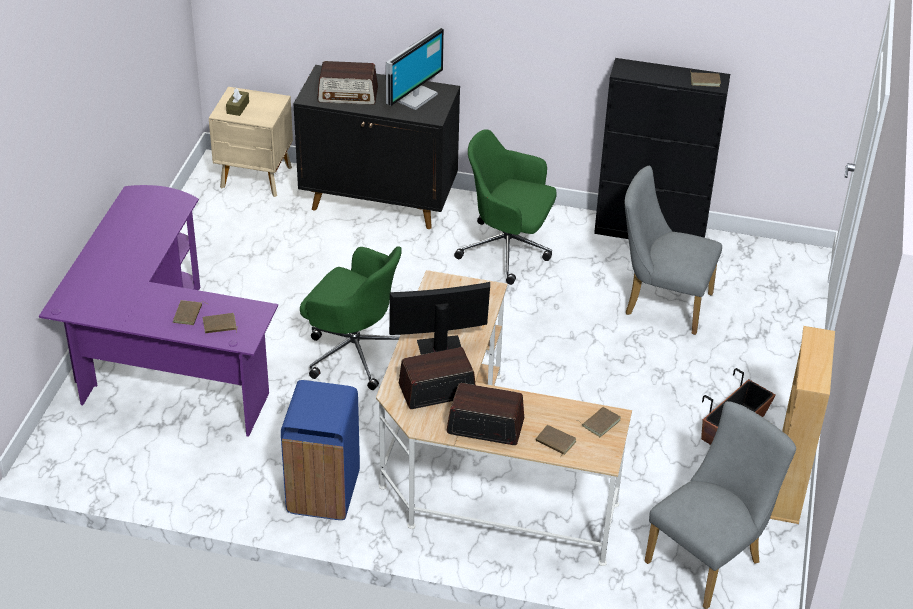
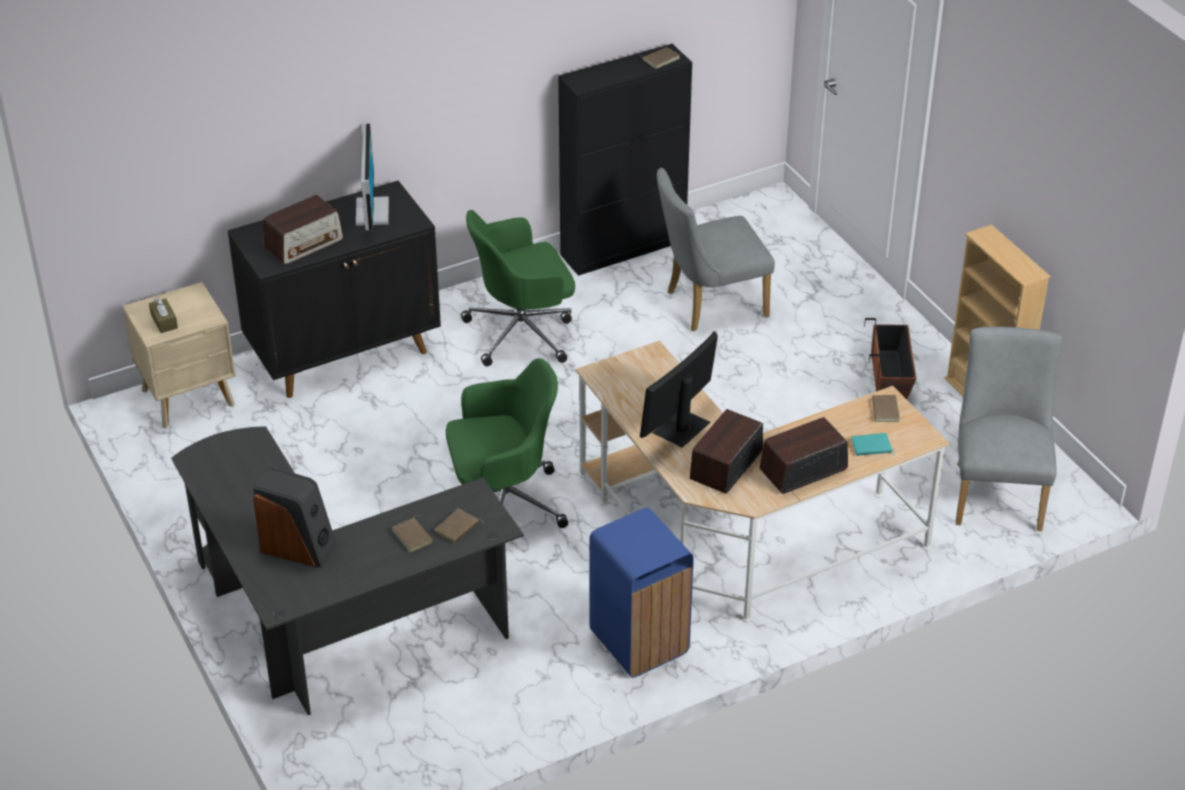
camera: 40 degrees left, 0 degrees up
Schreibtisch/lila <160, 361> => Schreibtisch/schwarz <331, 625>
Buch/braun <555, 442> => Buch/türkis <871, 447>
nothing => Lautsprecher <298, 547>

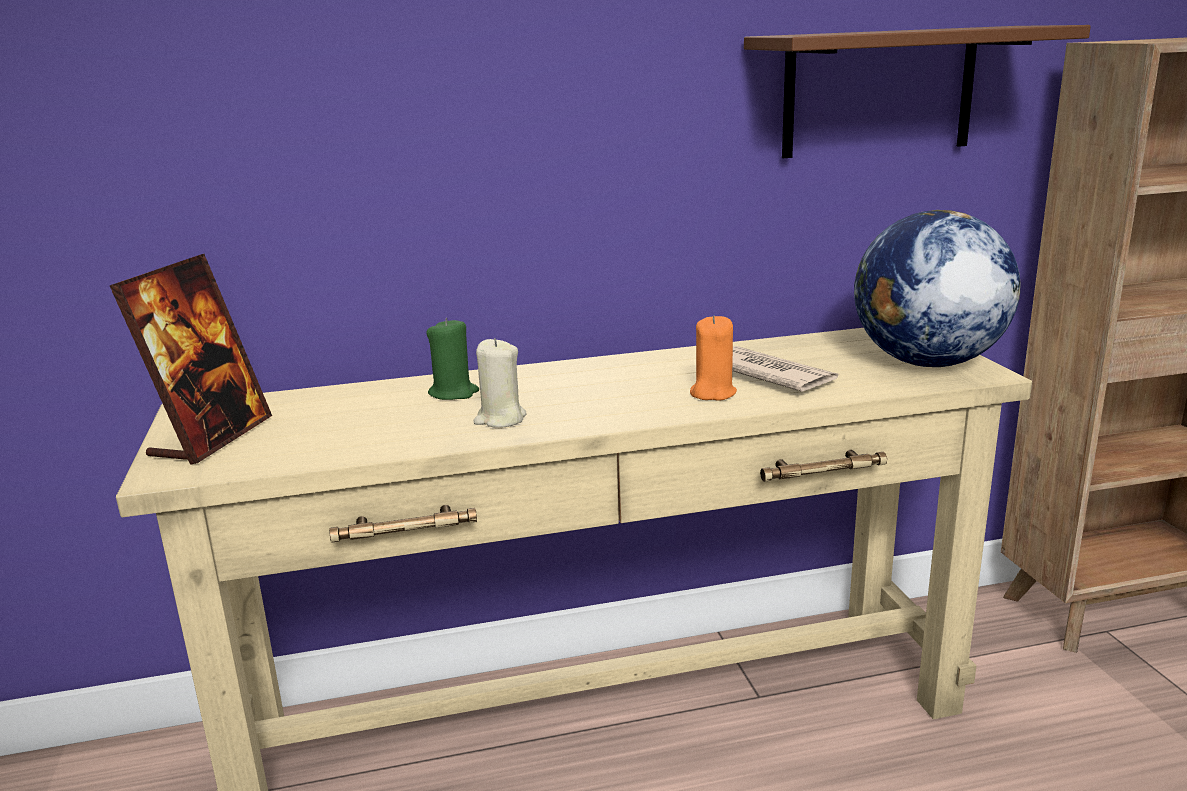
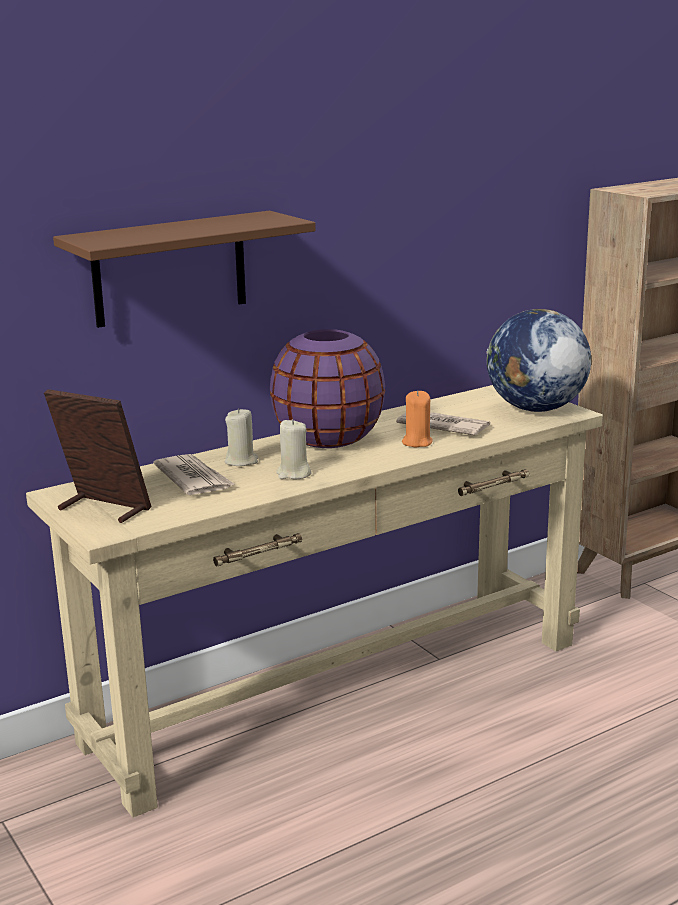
camera: 20 degrees left, 0 degrees up
Bilderrahmen <211, 437> => Bilderrahmen <103, 509>, 60 degrees counterclockwise
Kerze/grün <453, 393> => Kerze/beige <241, 461>
Wandregal/braun <879, 92> => Wandregal/braun <170, 269>, relocated
nothing => Zeitung <194, 479>
nothing => Vase/lila <328, 439>

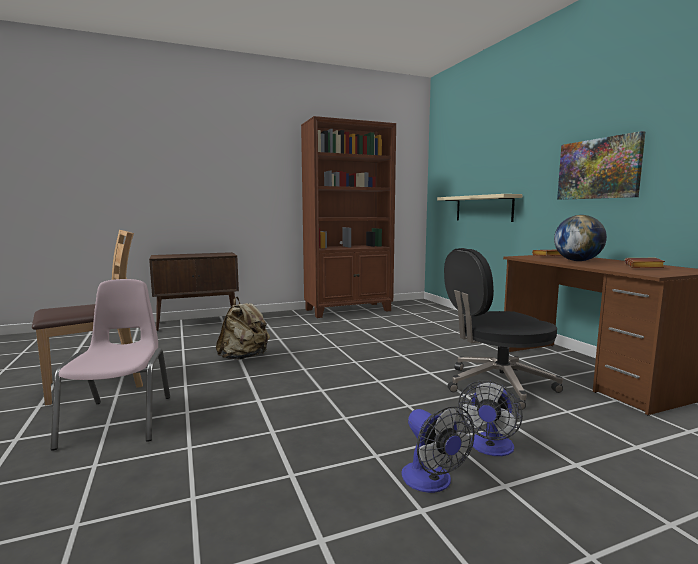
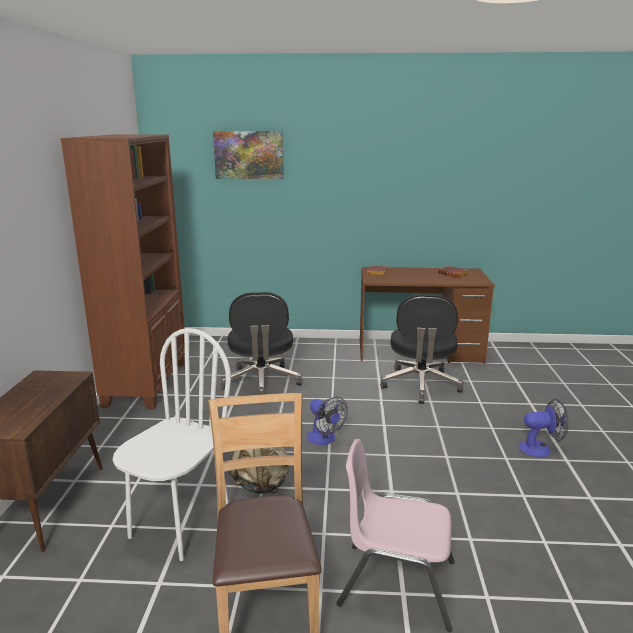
camera: 65 degrees left, 10 degrees up
Wandregal/beige <483, 208> => nothing
Ventilator <490, 448> => Ventilator <324, 439>, relocated
Globus <577, 261> => nothing
Bild <598, 169> => Bild <249, 155>, relocated
nothing => Stuhl/weiß <179, 525>
nothing => Bürostuhl/schwarz <261, 382>

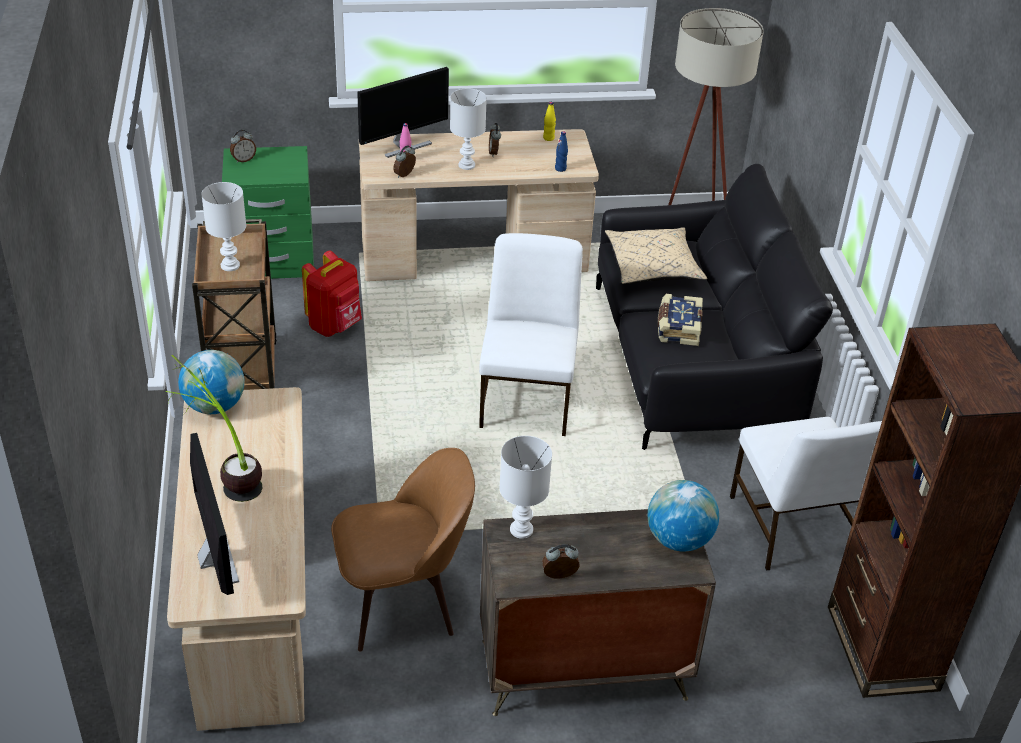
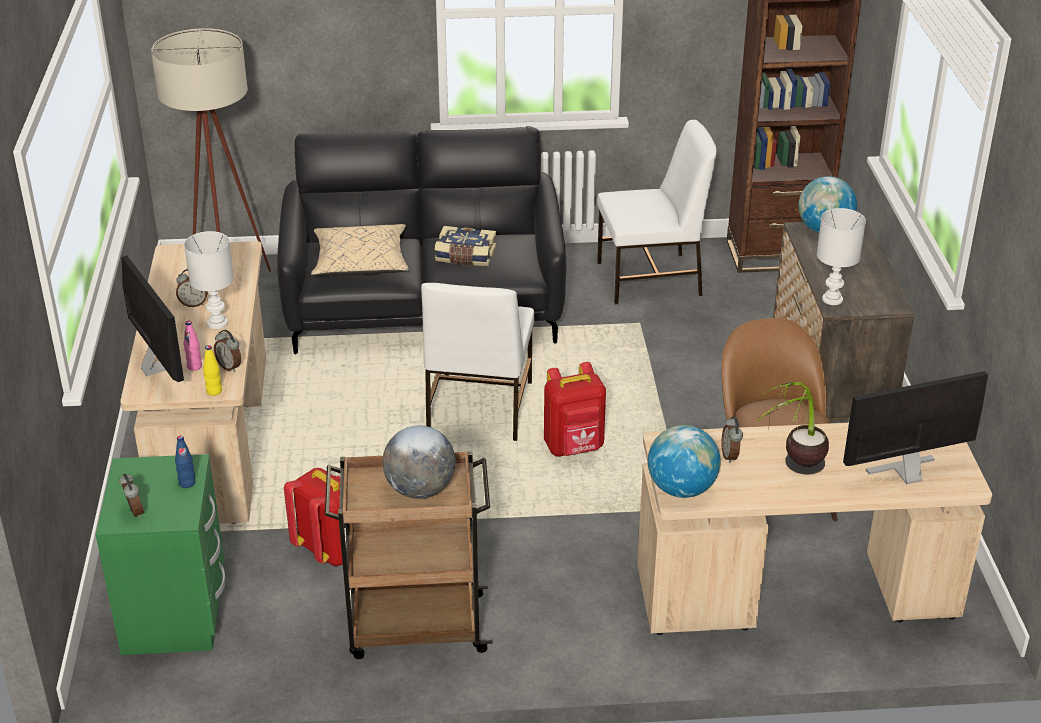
camera: 85 degrees left, 5 degrees down
Tischlampe/weiß <230, 265> => Globus <420, 490>
Stuhl/weiß <528, 399> => Stuhl/weiß <478, 409>, 90 degrees counterclockwise
Wecker <559, 577> => Wecker <730, 456>, relocated
Flasche/gelb <548, 138> => Flasche/gelb <214, 391>, relocated
Flasche/blau <560, 169> => Flasche/blau <187, 483>, relocated
nothing => Rucksack/rot <574, 448>

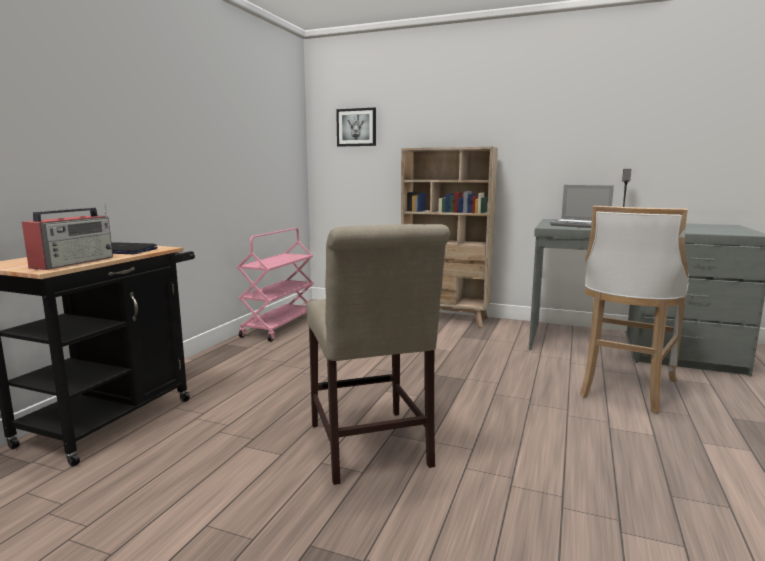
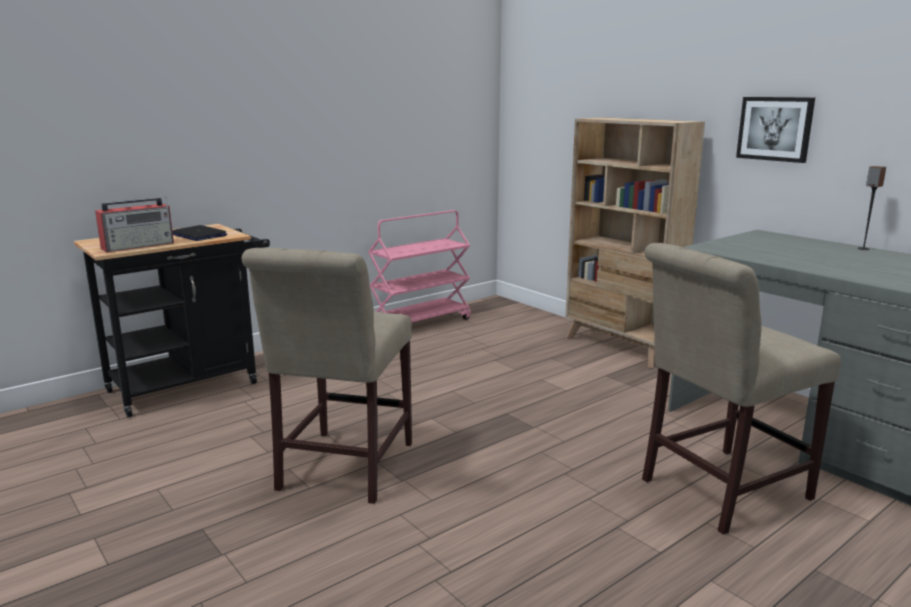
camera: 30 degrees right, 5 degrees up
Bild <356, 127> => Bild <775, 128>, relocated
Laptop <581, 225> => nothing
Hocker/weiß <623, 389> => Stuhl/beige <717, 490>

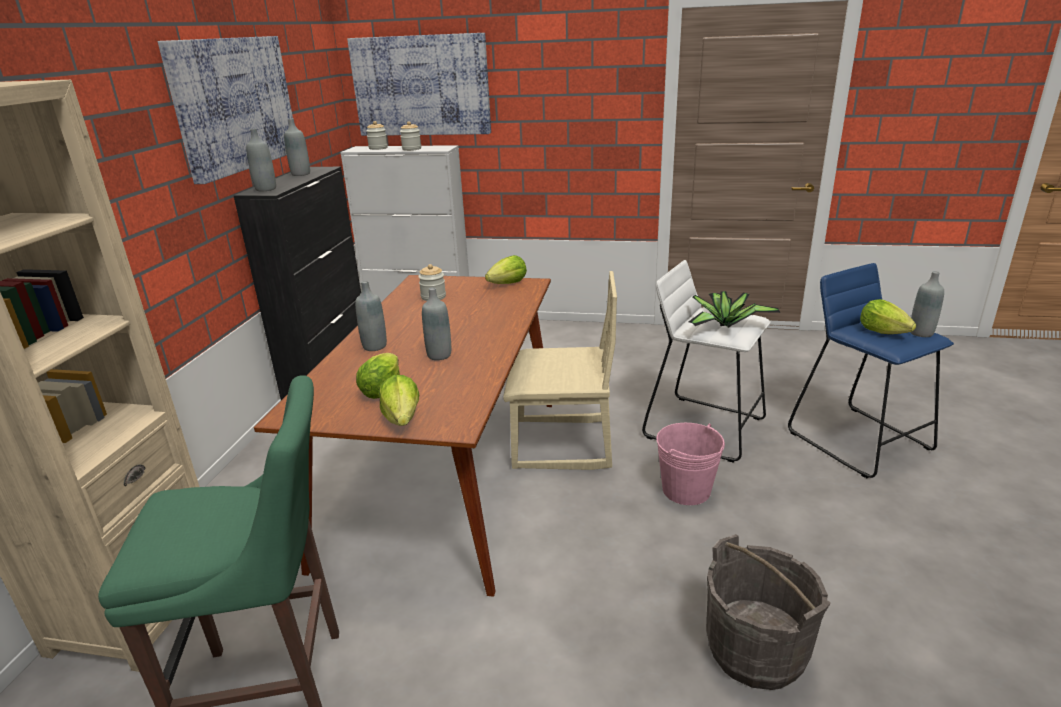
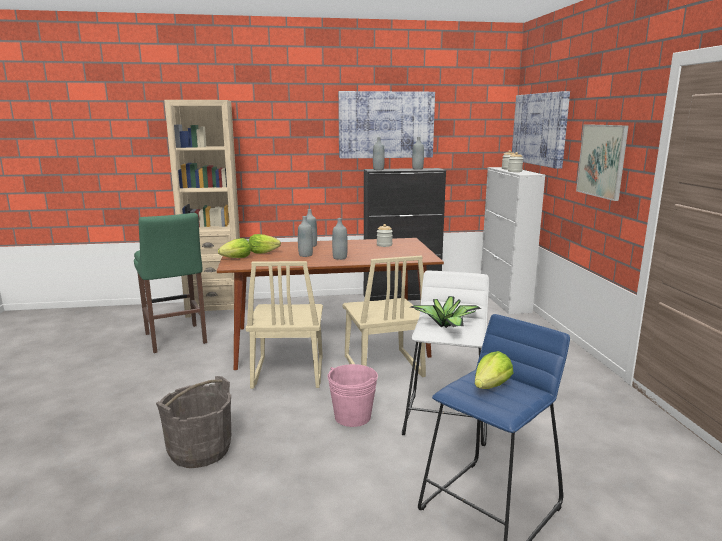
camera: 70 degrees right, 10 degrees down
Salatkopf <508, 284> => nothing
Flasche/grau <921, 333> => Flasche/grau <340, 258>, relocated
nothing => Stuhl/beige <287, 373>
nothing => Bild <602, 161>

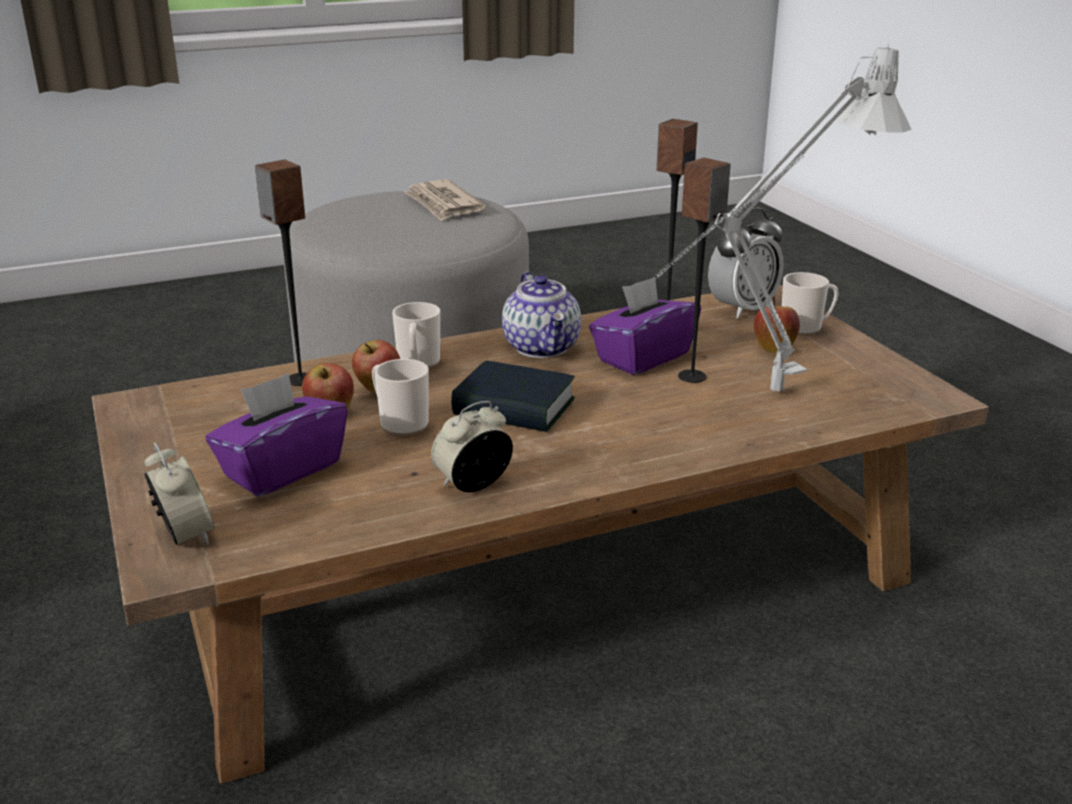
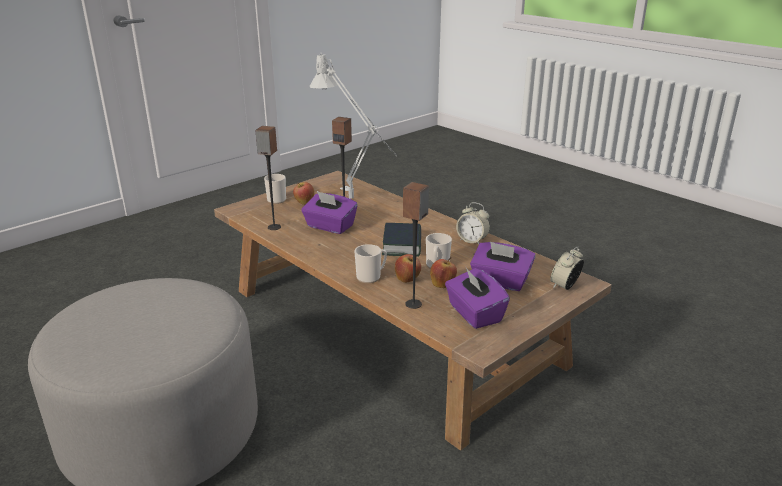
camera: 110 degrees left, 0 degrees up
Zeitung <443, 204> => nothing
Teekanne <543, 347> => nothing
Wecker <742, 309> => nothing
nothing => Taschentuchbox/lila <474, 314>

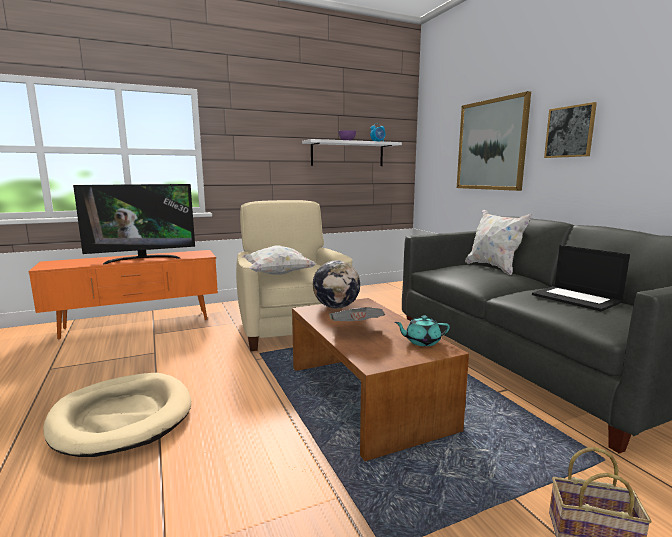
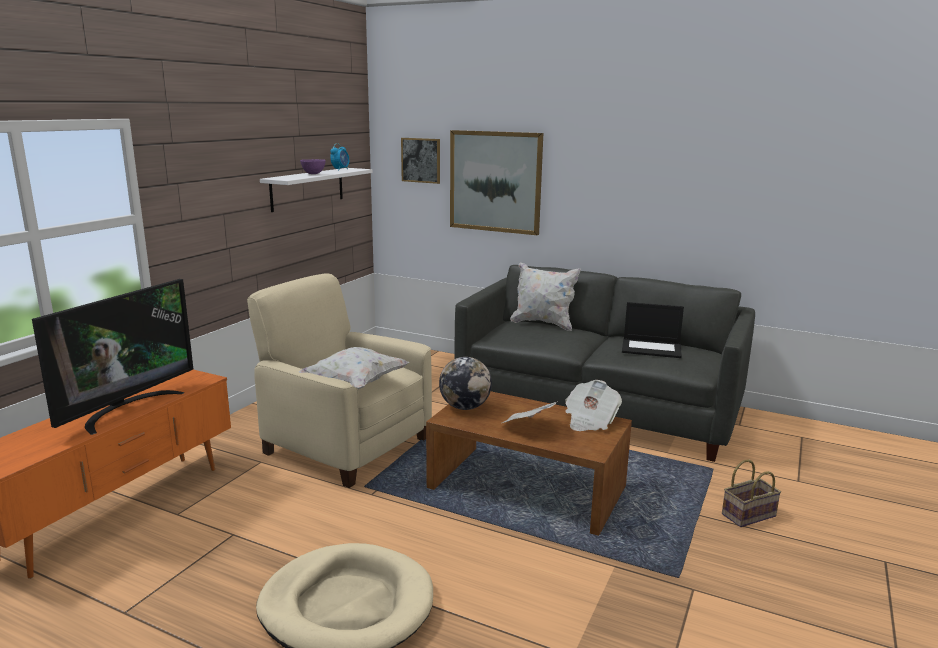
camera: 40 degrees left, 5 degrees up
Teekanne/türkis <421, 342> => Zeitung <590, 420>
Bild <570, 131> => Bild <421, 160>, relocated

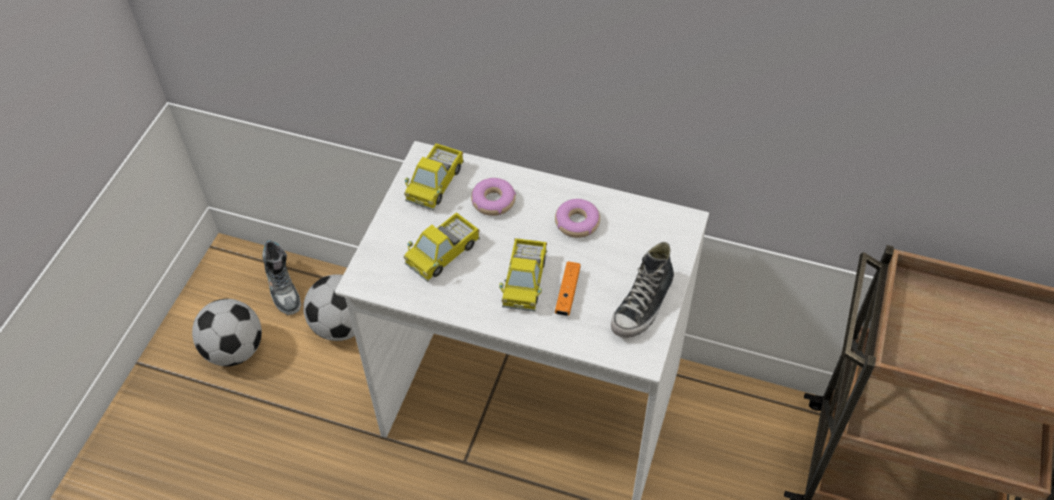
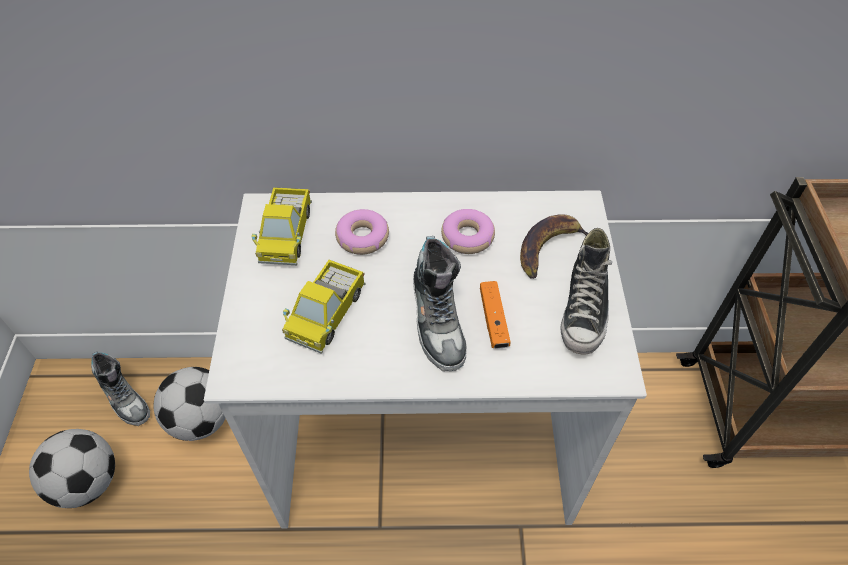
camera: 20 degrees left, 0 degrees up
Spielzeuglaster <525, 281> => Schuh <438, 320>
nothing => Banane <549, 248>

